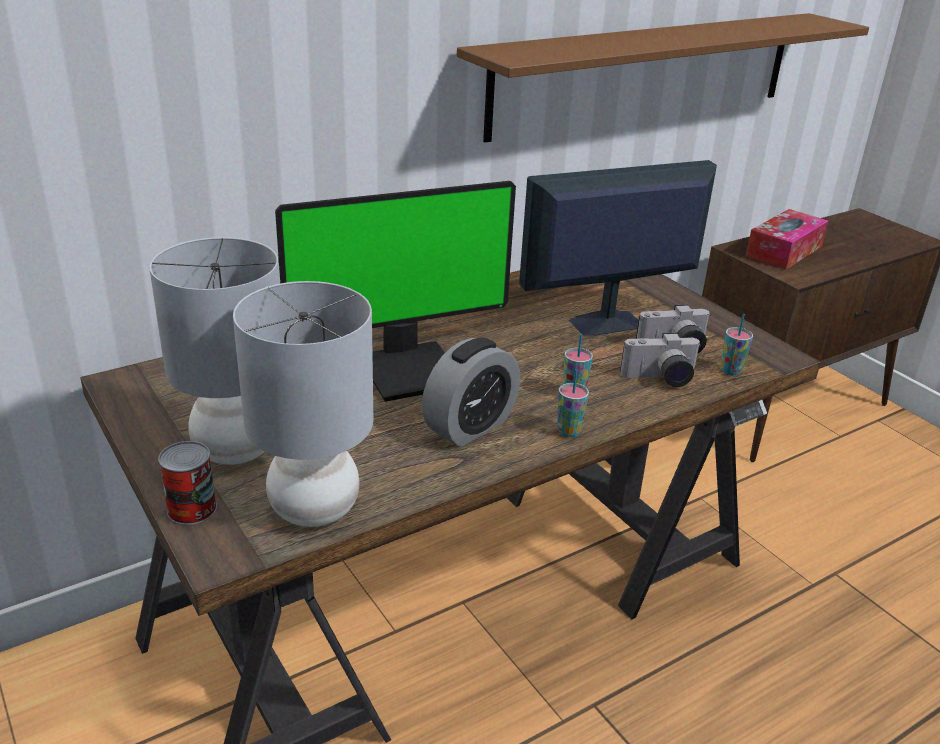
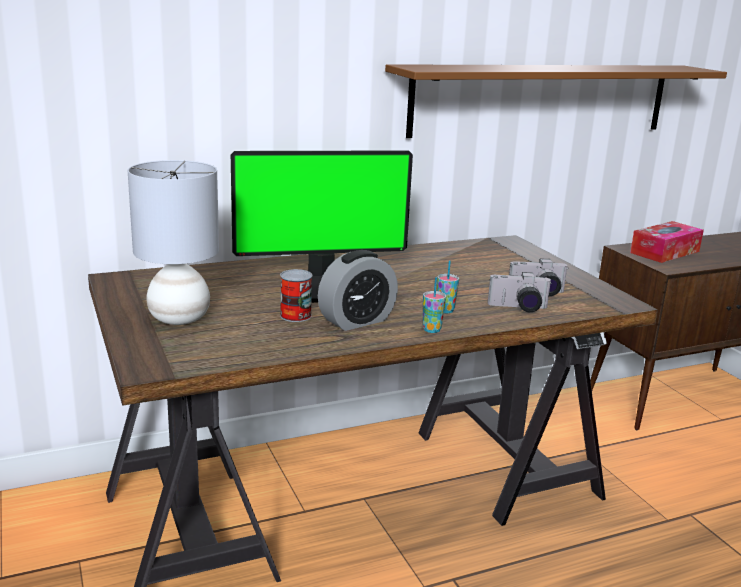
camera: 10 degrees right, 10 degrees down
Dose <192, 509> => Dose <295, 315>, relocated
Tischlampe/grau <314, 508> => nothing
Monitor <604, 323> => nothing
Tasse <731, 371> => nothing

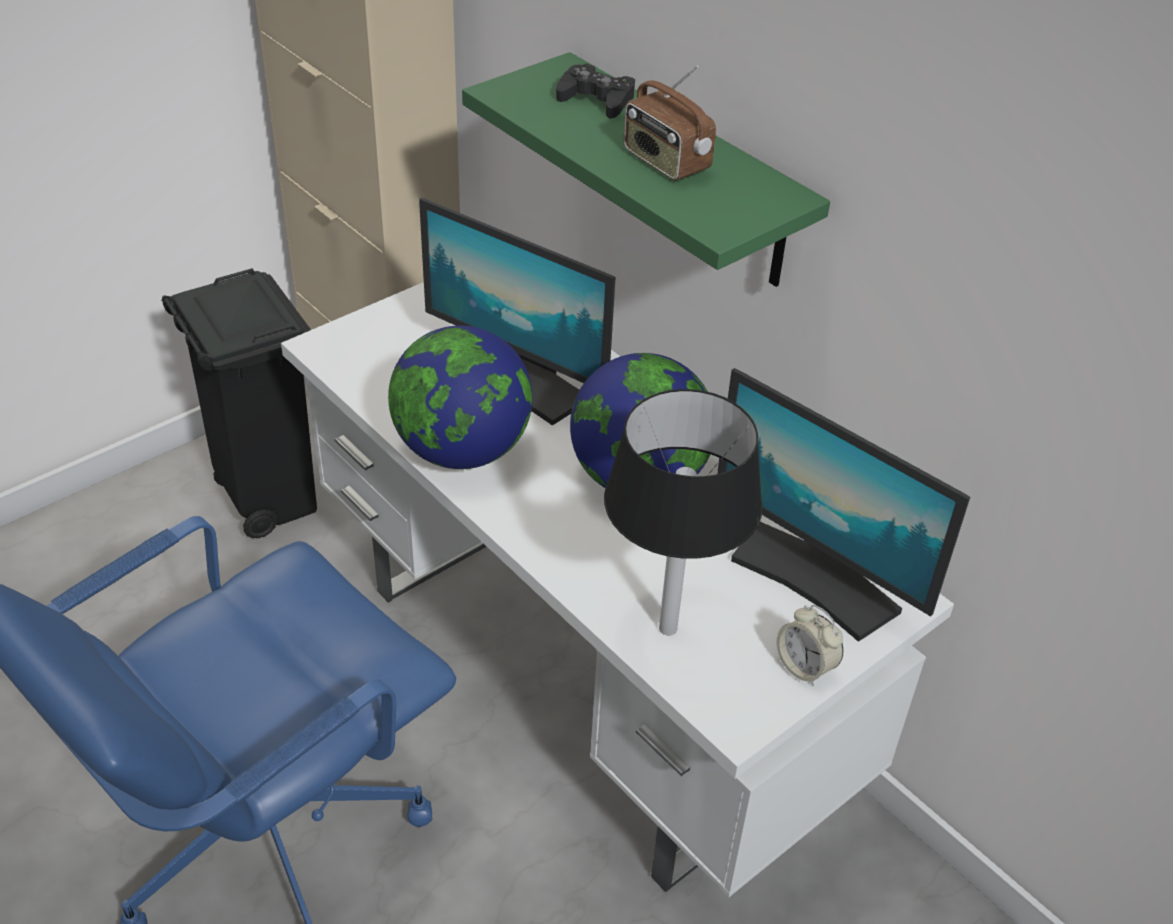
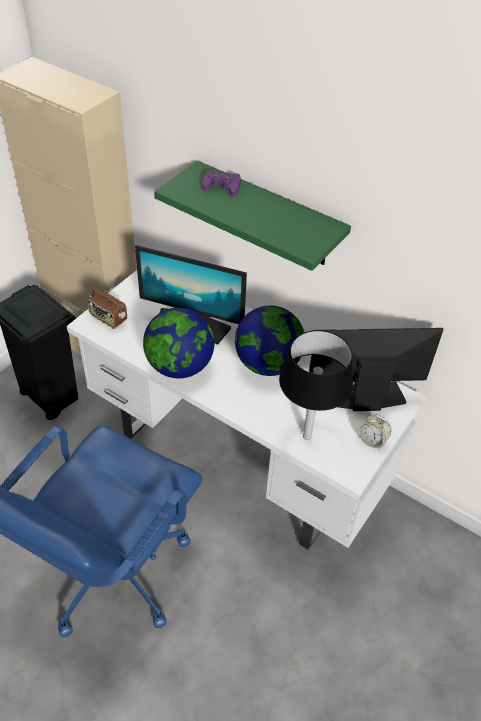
camera: 15 degrees left, 5 degrees up
Gamepad/schwarz <596, 100> => Gamepad/lila <222, 187>
Radio <665, 162> => Radio <108, 318>, relocated
Monitor <815, 579> => Monitor <363, 397>, 150 degrees clockwise

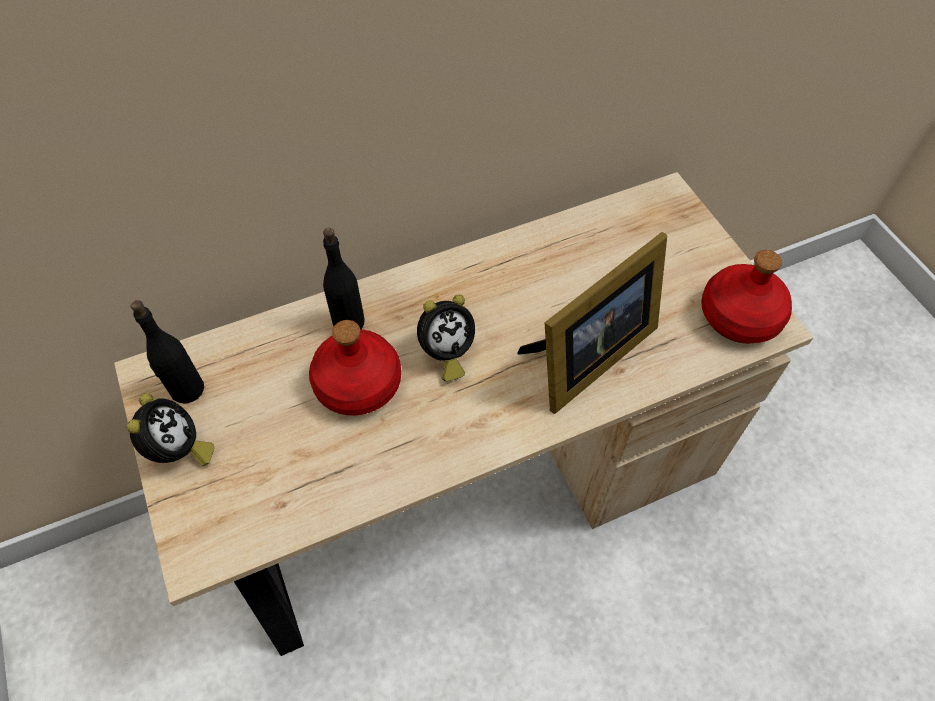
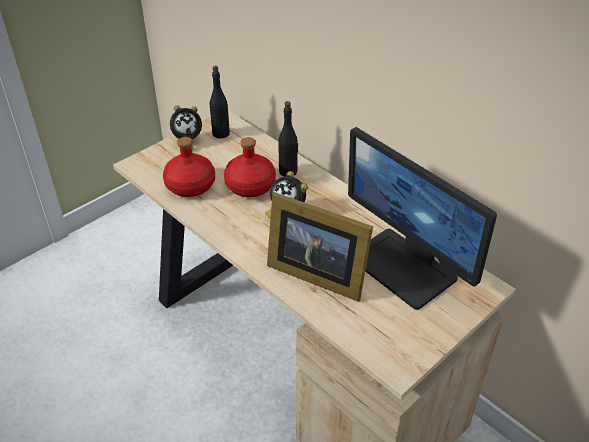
camera: 70 degrees right, 15 degrees down
Flasche/rot <738, 317> => Flasche/rot <190, 185>, relocated
nothing => Monitor <404, 267>

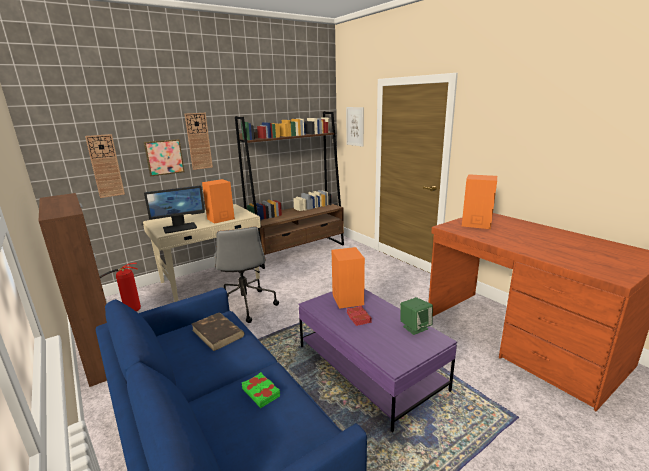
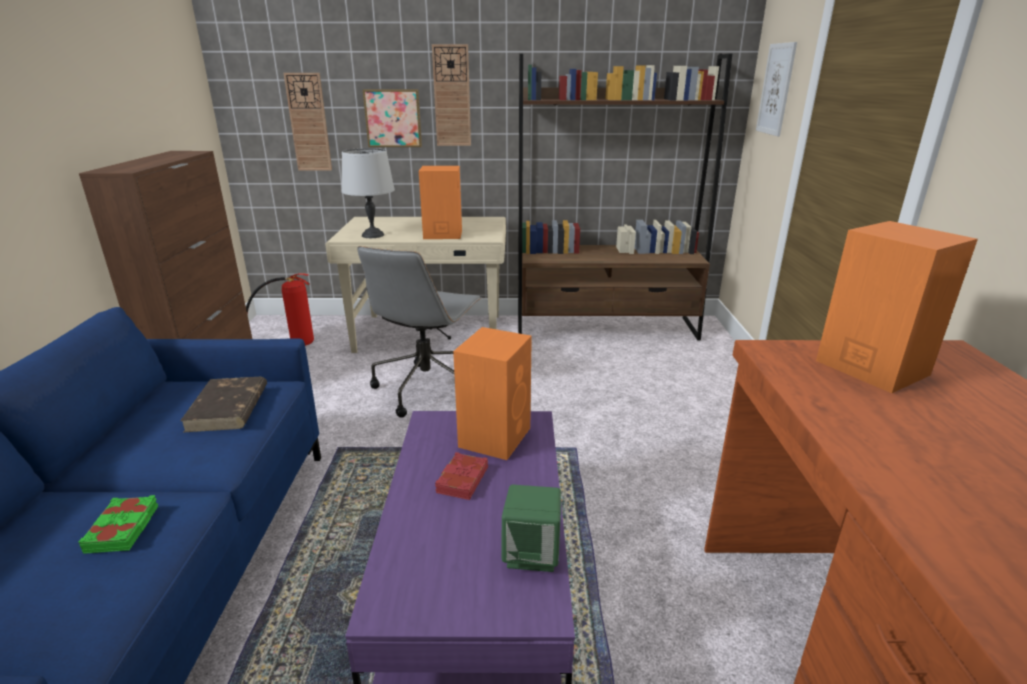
camera: 35 degrees right, 5 degrees up
Monitor <180, 227> => Tischlampe/grau <373, 235>

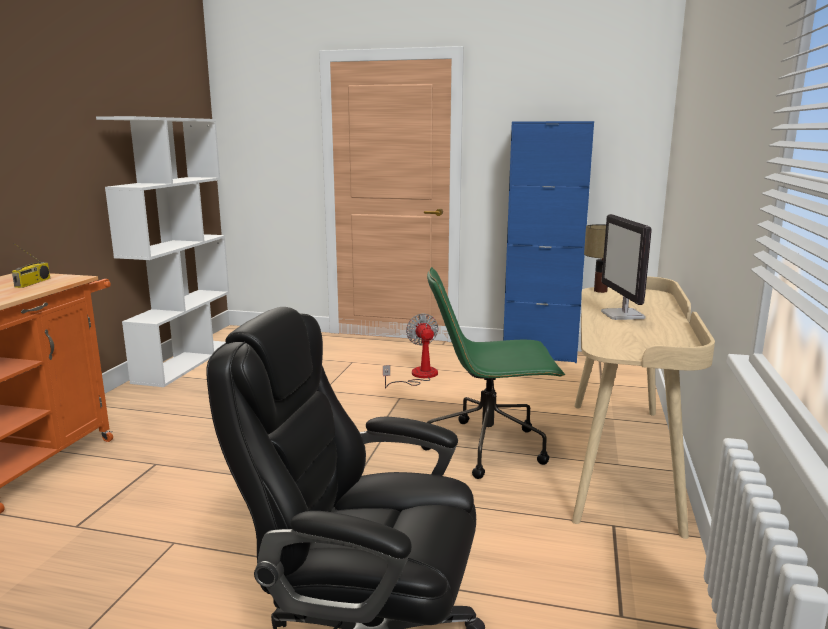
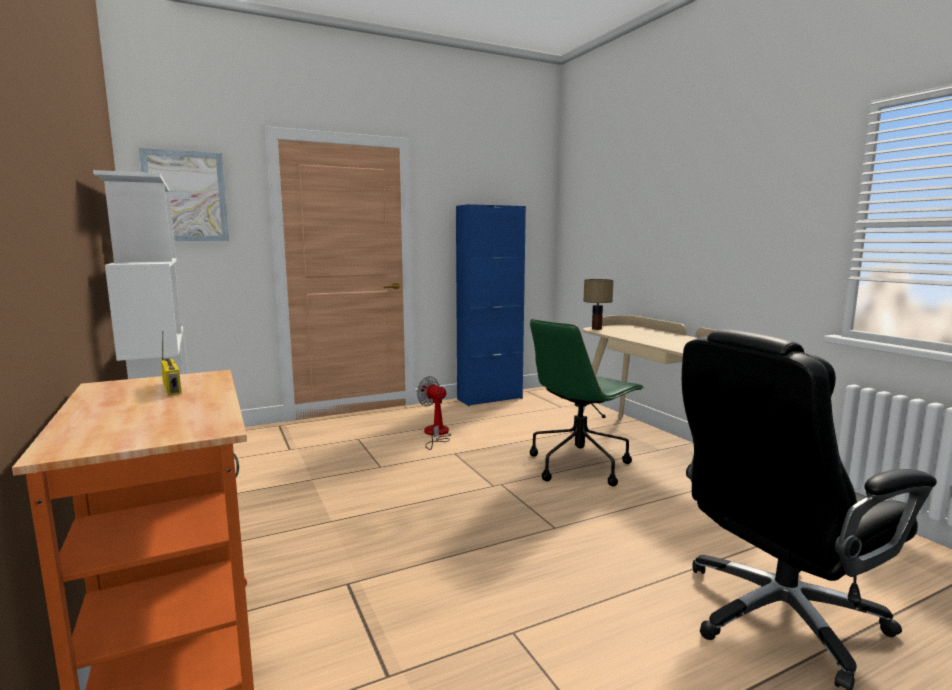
camera: 40 degrees left, 5 degrees down
Monitor <623, 315> => nothing
nothing => Bild <185, 196>

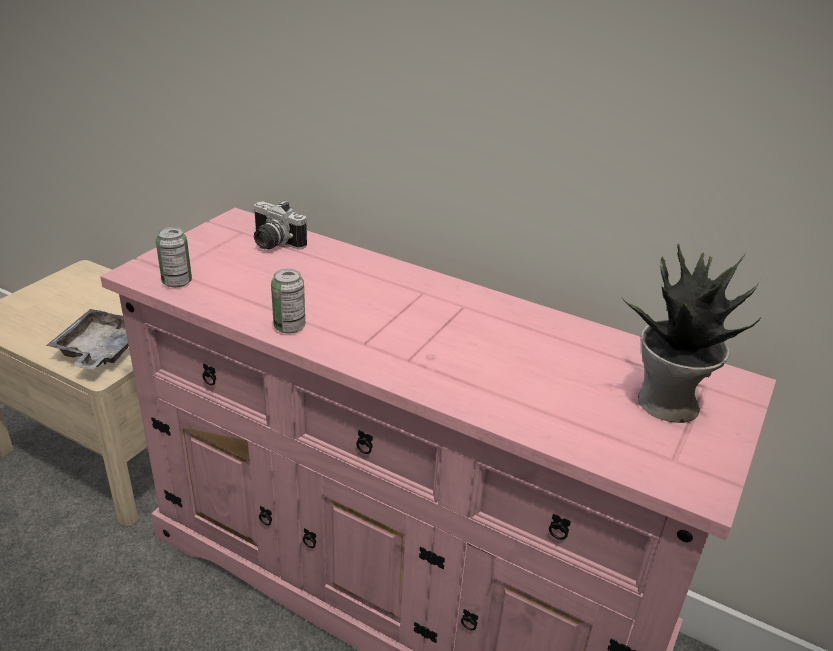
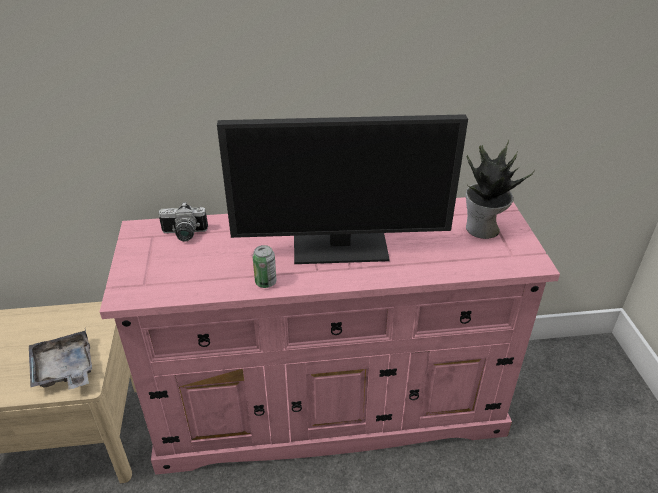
camera: 35 degrees left, 5 degrees up
Dose <177, 282> => nothing
nothing => Monitor <341, 244>

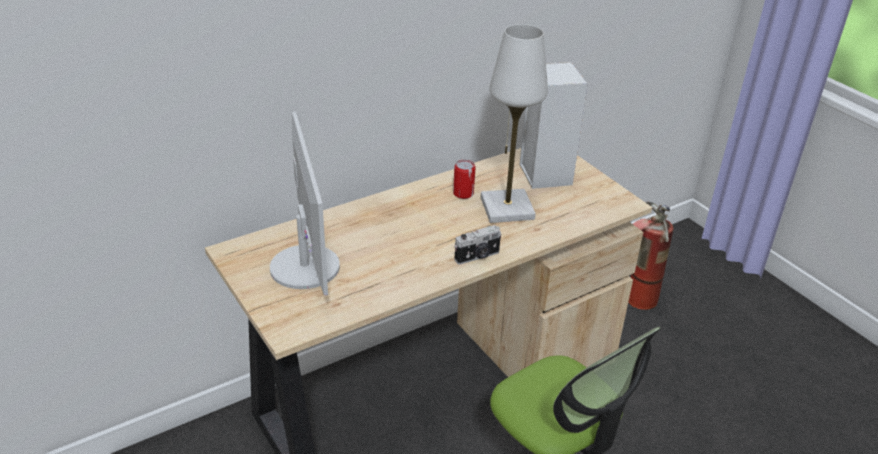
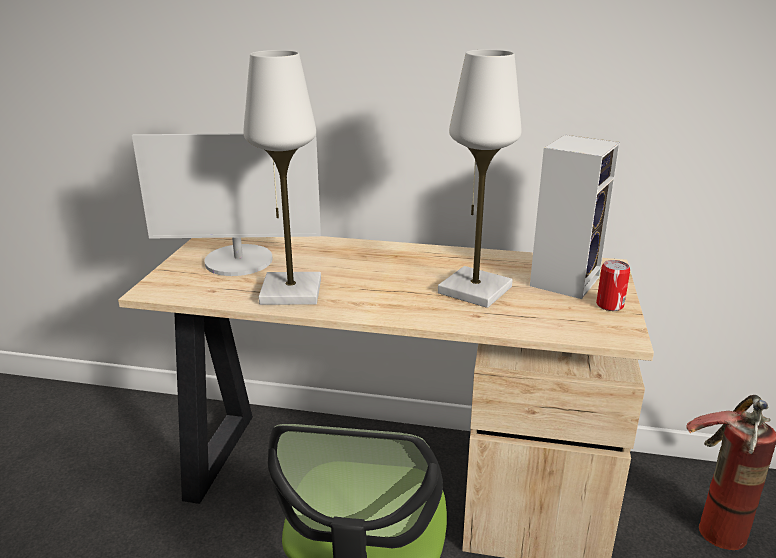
camera: 45 degrees right, 10 degrees down
Monitor <306, 267> => Monitor <239, 261>, 60 degrees clockwise
Dose <463, 193> => Dose <609, 305>, relocated
Kamera <477, 257> => nothing
nothing => Tischlampe/weiß <291, 292>

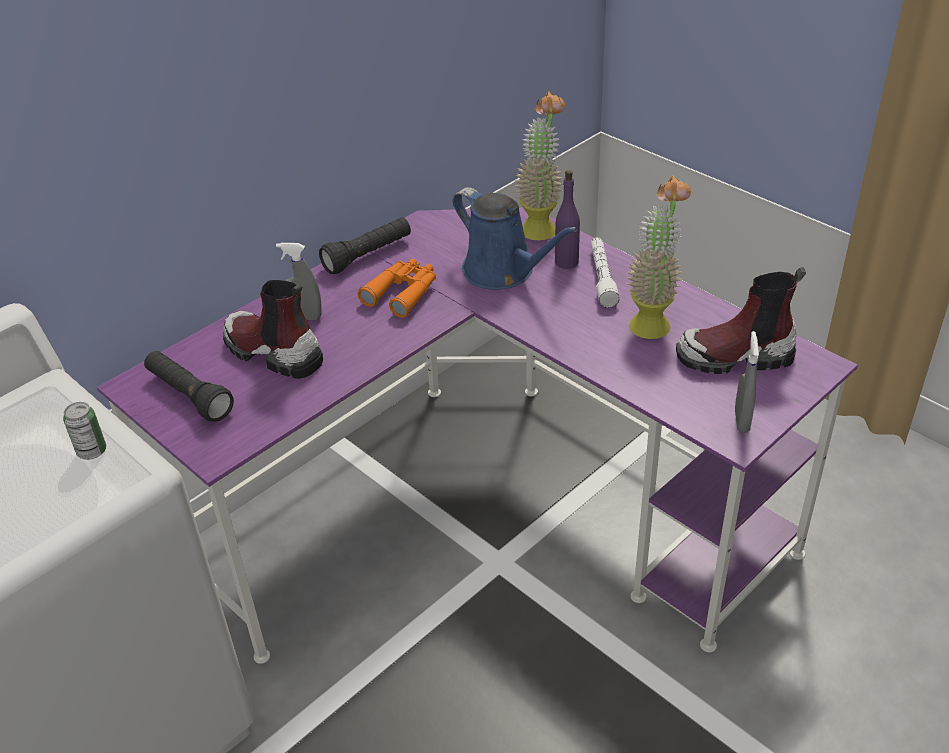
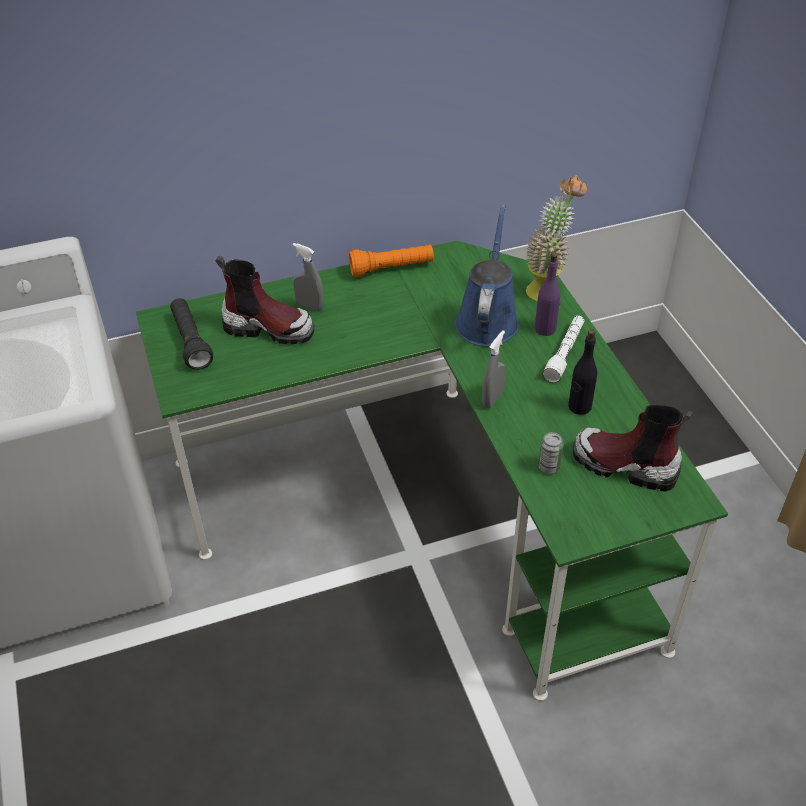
camera: 25 degrees right, 5 degrees up
Dose <92, 451> => Dose <549, 467>, relocated
Schreibtisch/lila <482, 508> => Schreibtisch/grün <431, 505>
Stiefel <272, 353> => Stiefel <268, 328>, 135 degrees clockwise
Taschenlampe/schwarz <368, 255> => Taschenlampe/orange <392, 269>
Fernglas/orange <403, 293> => nothing
Gießkanne/blau <503, 272> => Gießkanne/blau <487, 320>, 150 degrees counterclockwise
Topfpflanze <653, 320> => Flasche/schwarz <579, 406>
Sprühflasche/grau <741, 420> => Sprühflasche/grau <492, 399>, relocated

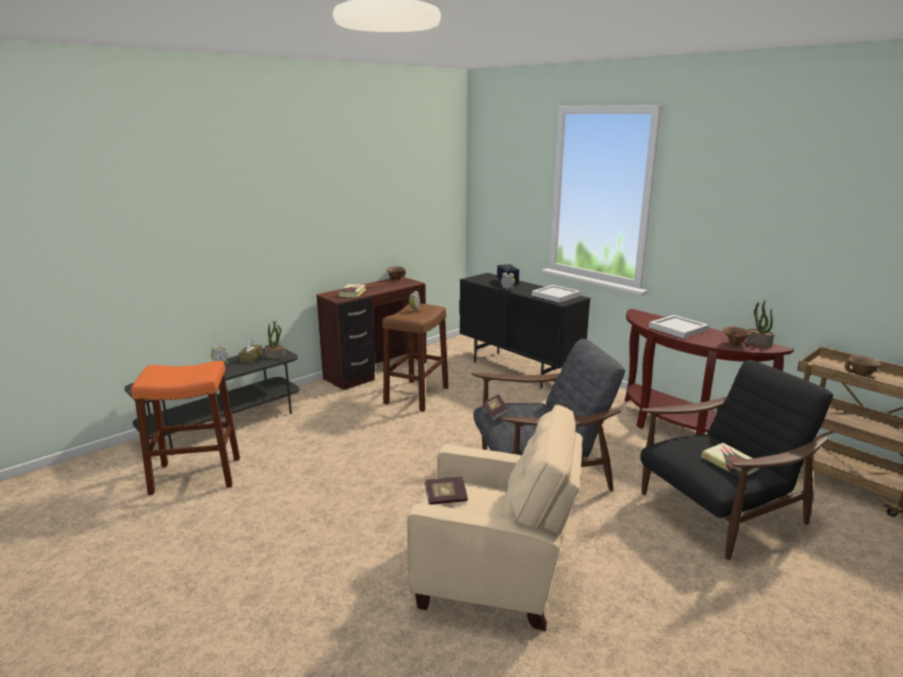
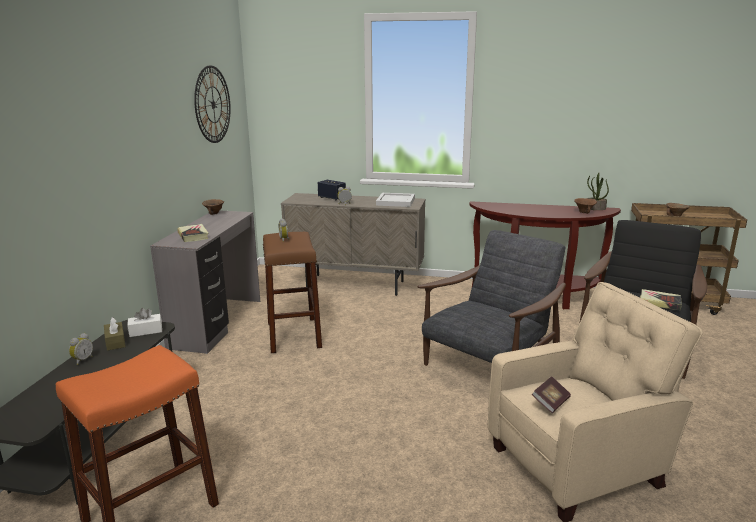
camera: 35 degrees left, 0 degrees up
Topfpflanze <275, 356> => Taschentuchbox/weiß <146, 331>
Schreibtisch/braun <377, 371> => Schreibtisch/grau <218, 323>
Schrank/schwarz <518, 370> => Schrank/beige <355, 285>
Buch <495, 413> => nothing
Tablett/weiß <678, 328> => nothing
nothing => Wanduhr <213, 104>

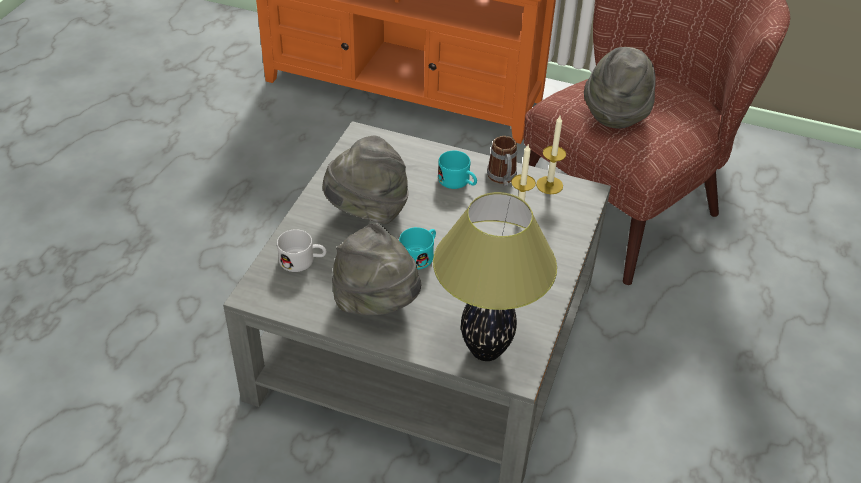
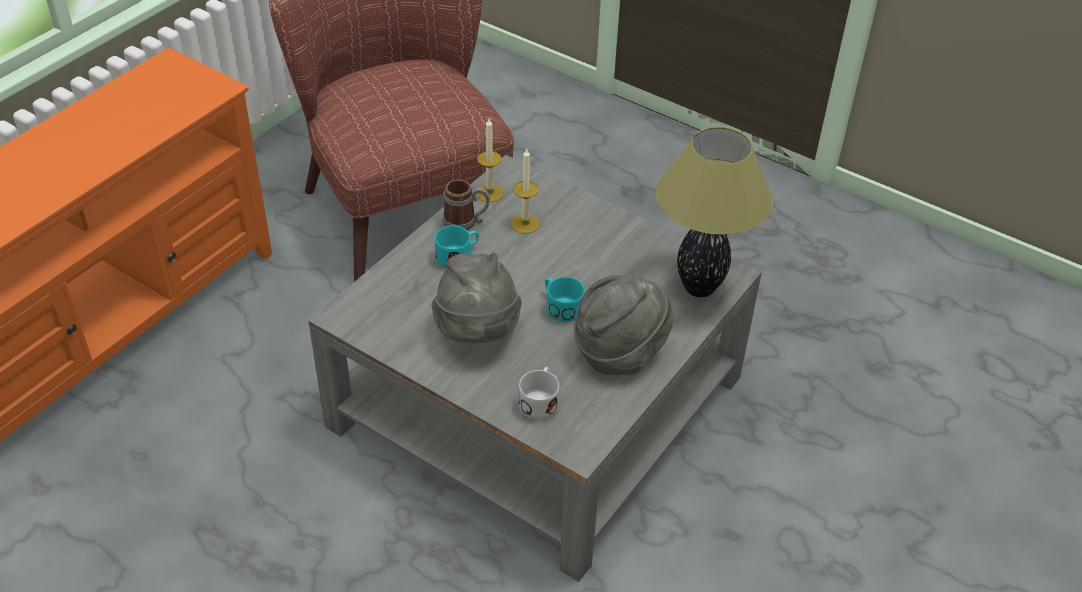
camera: 75 degrees left, 0 degrees up
Hut/grau <616, 111> => nothing

